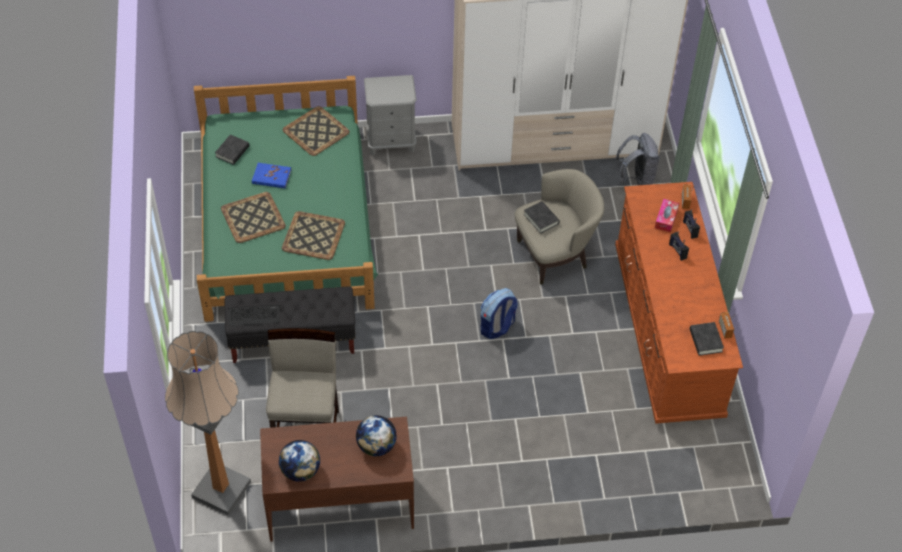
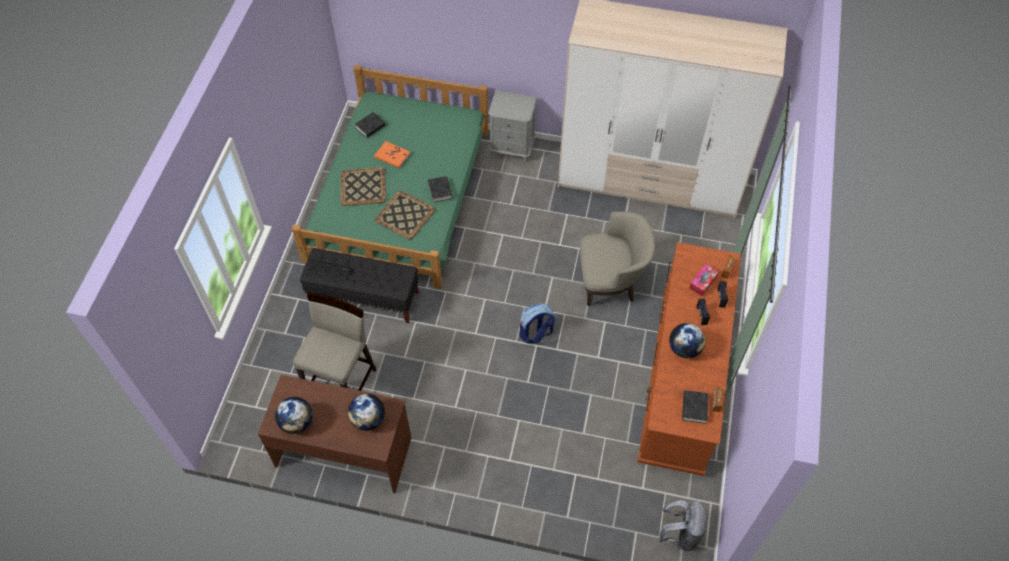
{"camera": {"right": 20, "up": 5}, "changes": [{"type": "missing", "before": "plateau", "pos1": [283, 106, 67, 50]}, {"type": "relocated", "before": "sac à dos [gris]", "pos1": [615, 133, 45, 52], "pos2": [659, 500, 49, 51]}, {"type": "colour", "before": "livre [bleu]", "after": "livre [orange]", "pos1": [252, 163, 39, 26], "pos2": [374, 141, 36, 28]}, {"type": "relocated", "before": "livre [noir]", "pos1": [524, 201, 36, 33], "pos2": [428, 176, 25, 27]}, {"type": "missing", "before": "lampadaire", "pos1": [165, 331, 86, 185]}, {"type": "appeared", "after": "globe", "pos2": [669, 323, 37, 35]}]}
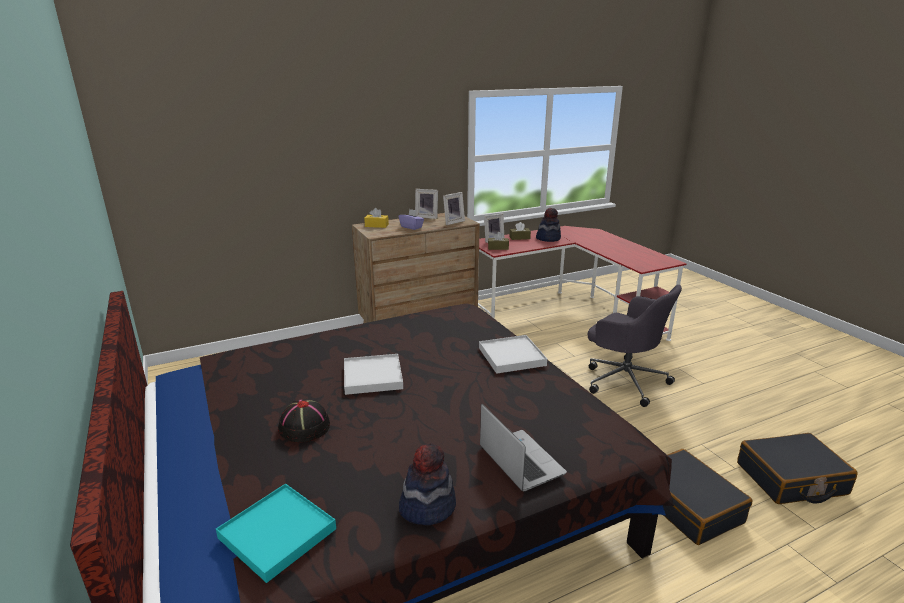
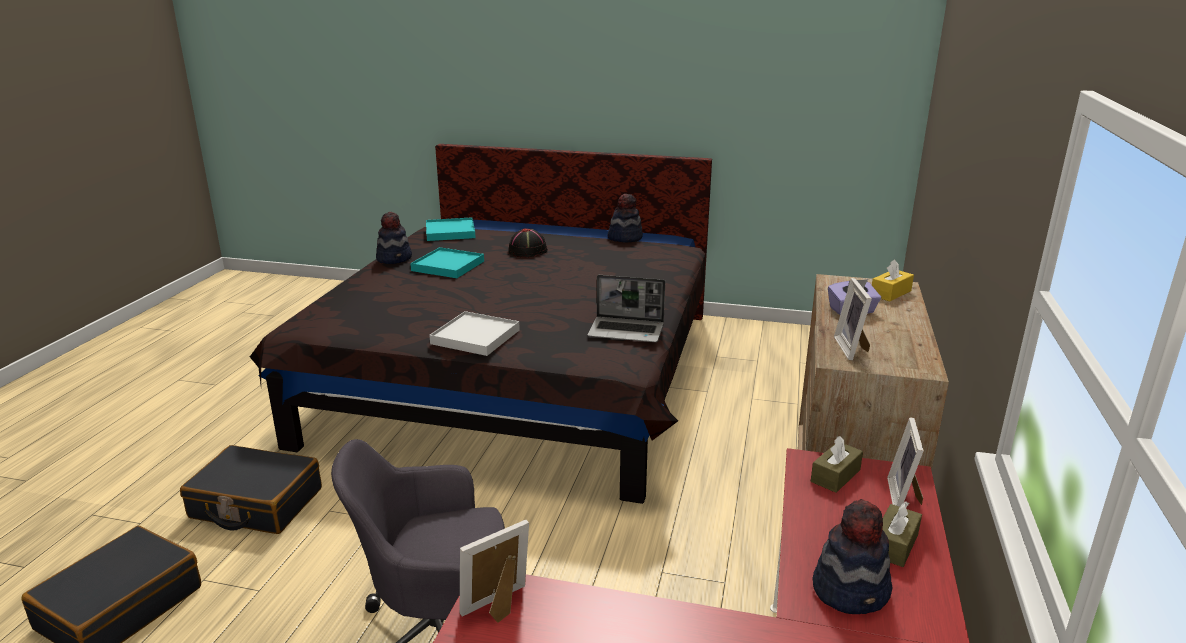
{"camera": {"right": 130, "up": 0}, "changes": [{"type": "relocated", "before": "cadre photo", "pos1": [415, 189, 23, 30], "pos2": [460, 520, 69, 103]}, {"type": "missing", "before": "plateau [blanc]", "pos1": [344, 354, 59, 41]}, {"type": "relocated", "before": "ordinateur portable", "pos1": [480, 404, 87, 87], "pos2": [587, 275, 78, 67]}, {"type": "appeared", "after": "chapeau", "pos2": [608, 194, 35, 49]}, {"type": "appeared", "after": "plateau [turquoise]", "pos2": [410, 247, 74, 31]}]}
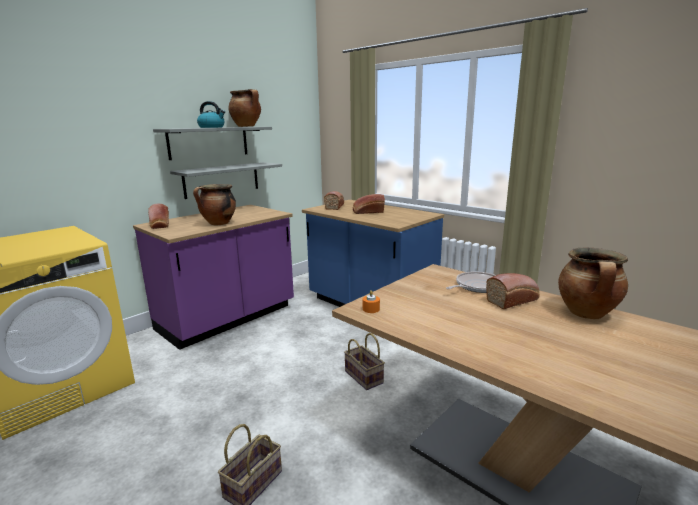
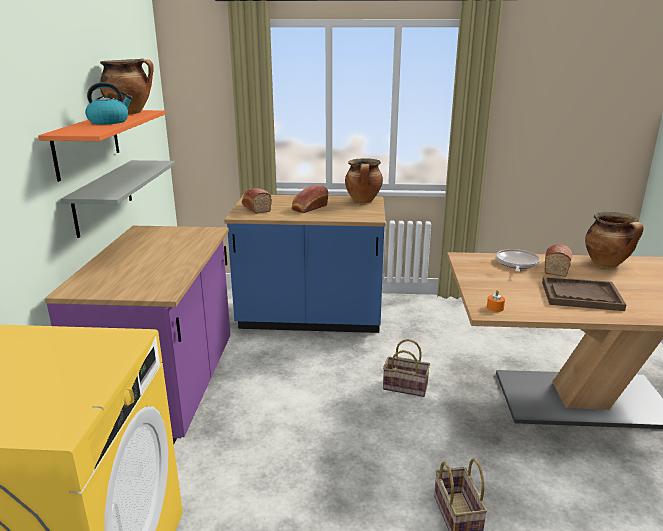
{"camera": {"right": -40, "up": 5}, "changes": [{"type": "colour", "before": "étagère [gris]", "after": "étagère [orange]", "pos1": [153, 127, 119, 33], "pos2": [38, 110, 127, 72]}, {"type": "relocated", "before": "marmite", "pos1": [193, 184, 43, 42], "pos2": [345, 158, 38, 45]}, {"type": "missing", "before": "pain", "pos1": [148, 204, 21, 25]}, {"type": "appeared", "after": "plateau [marron]", "pos2": [542, 276, 84, 35]}]}
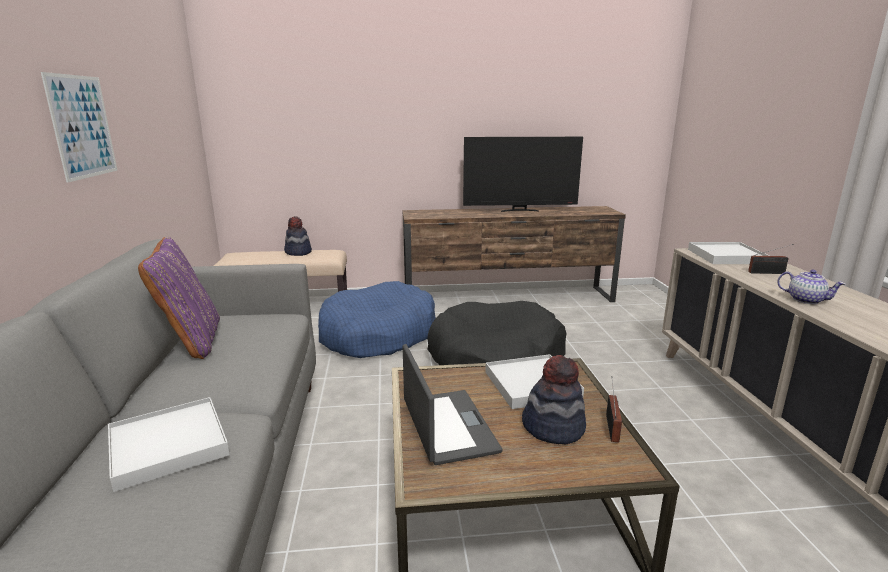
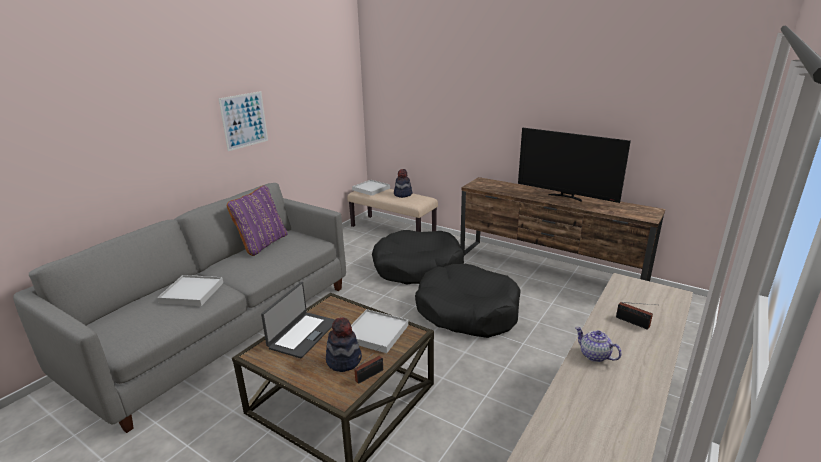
{"camera": {"right": 40, "up": 5}, "changes": [{"type": "relocated", "before": "plateau [blanc]", "pos1": [688, 242, 81, 22], "pos2": [352, 180, 38, 16]}, {"type": "spun", "before": "théière", "pos1": [777, 270, 68, 34], "pos2": [575, 327, 47, 35], "turn": 150}, {"type": "colour", "before": "panier pour chien [bleu]", "after": "panier pour chien [noir]", "pos1": [318, 281, 118, 77], "pos2": [372, 230, 92, 54]}]}
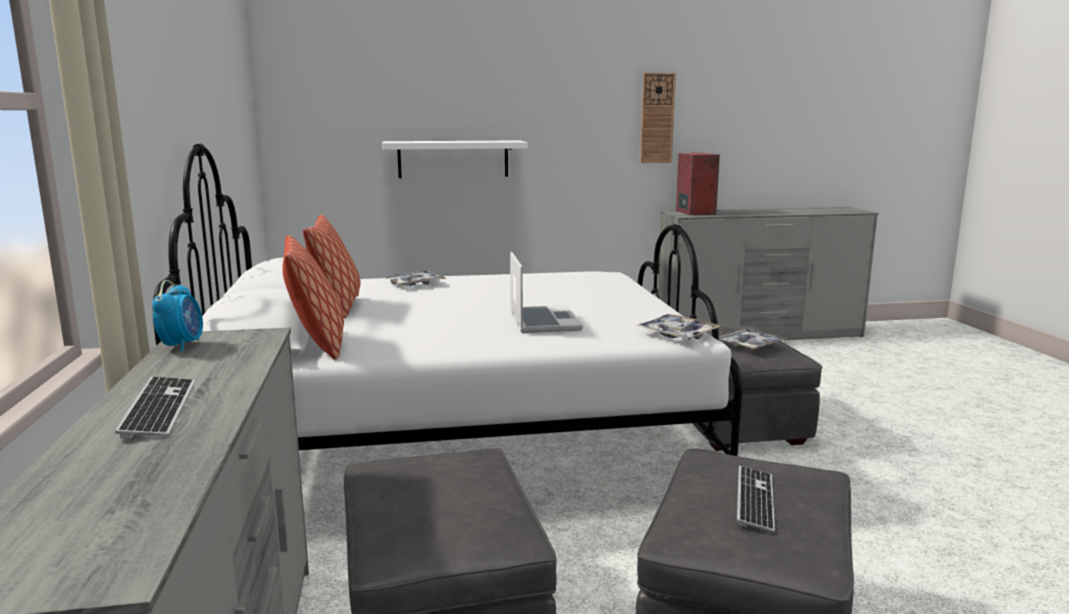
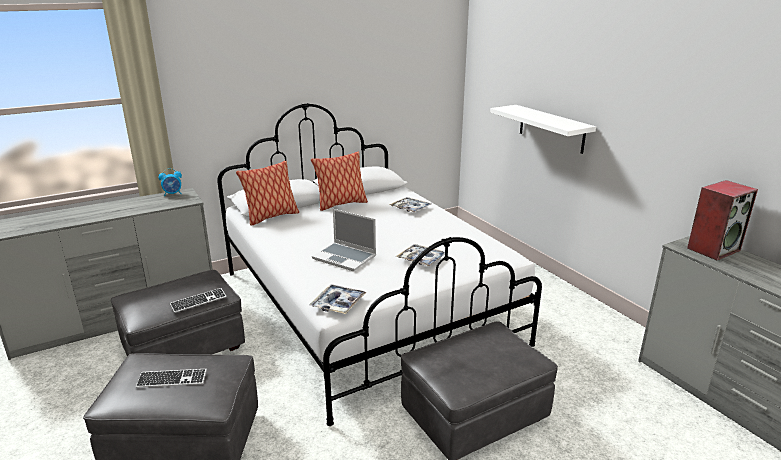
{"camera": {"right": 70, "up": 10}, "changes": [{"type": "missing", "before": "horloge murale", "pos1": [640, 73, 36, 90]}, {"type": "spun", "before": "ordinateur portable", "pos1": [510, 252, 73, 81], "pos2": [312, 209, 64, 62], "turn": 60}, {"type": "relocated", "before": "plateau", "pos1": [719, 329, 69, 21], "pos2": [396, 244, 49, 23]}, {"type": "relocated", "before": "clavier", "pos1": [115, 377, 80, 62], "pos2": [170, 288, 57, 25]}]}
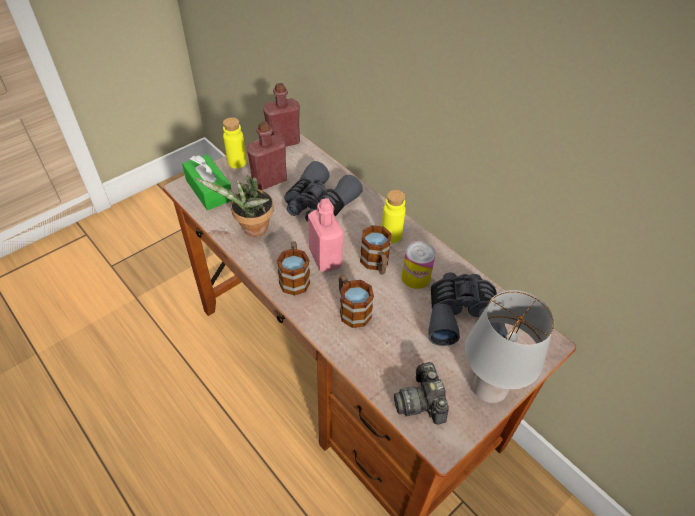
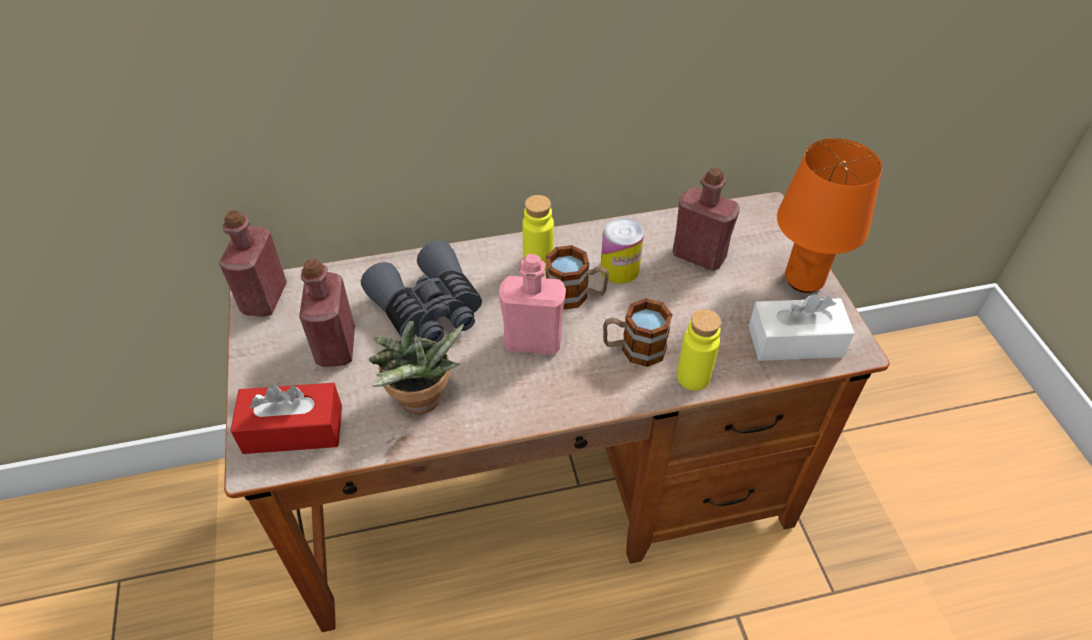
{"camera": {"right": -60, "up": 0}, "changes": [{"type": "relocated", "before": "bouteille [jaune]", "pos1": [223, 117, 24, 51], "pos2": [677, 309, 44, 82]}, {"type": "colour", "before": "boîte à mouchoirs [vert]", "after": "boîte à mouchoirs [rouge]", "pos1": [182, 154, 50, 57], "pos2": [231, 383, 111, 71]}, {"type": "missing", "before": "mug", "pos1": [277, 241, 33, 55]}, {"type": "exchanged", "before": "jumelles [gris]", "after": "bouteille [rouge]", "pos1": [428, 272, 80, 74], "pos2": [673, 168, 66, 103]}, {"type": "colour", "before": "lampe de table [gris]", "after": "lampe de table [orange]", "pos1": [465, 290, 89, 113], "pos2": [777, 138, 106, 155]}, {"type": "exchanged", "before": "appareil photo", "after": "boîte à mouchoirs [blanc]", "pos1": [394, 362, 55, 63], "pos2": [749, 294, 105, 67]}]}
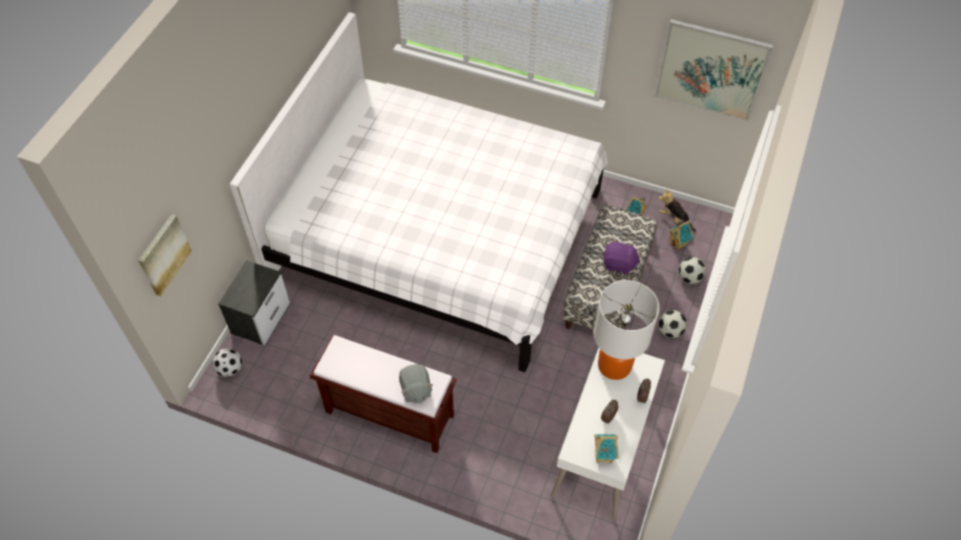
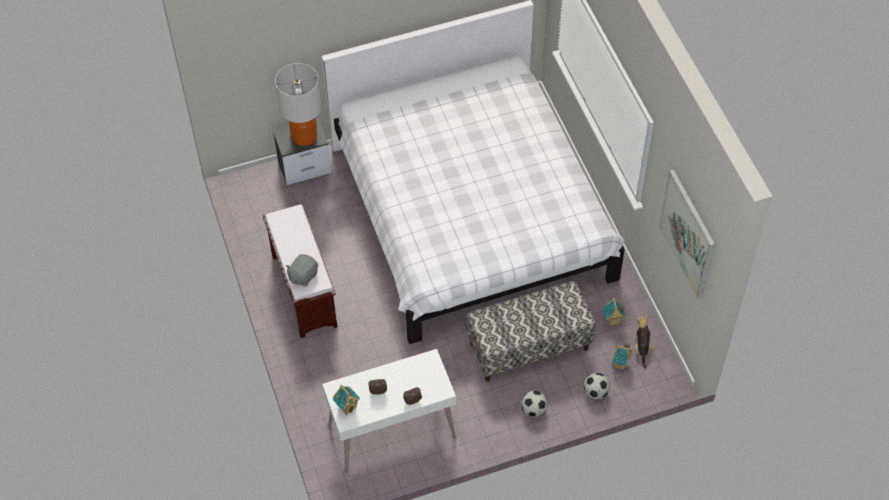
{"camera": {"right": 50, "up": 0}, "changes": [{"type": "missing", "before": "tableau", "pos1": [138, 214, 54, 82]}, {"type": "missing", "before": "peluche [violet]", "pos1": [603, 242, 38, 32]}, {"type": "relocated", "before": "lampe de table", "pos1": [593, 280, 66, 100], "pos2": [275, 63, 47, 83]}, {"type": "missing", "before": "ballon de foot", "pos1": [212, 348, 30, 29]}]}
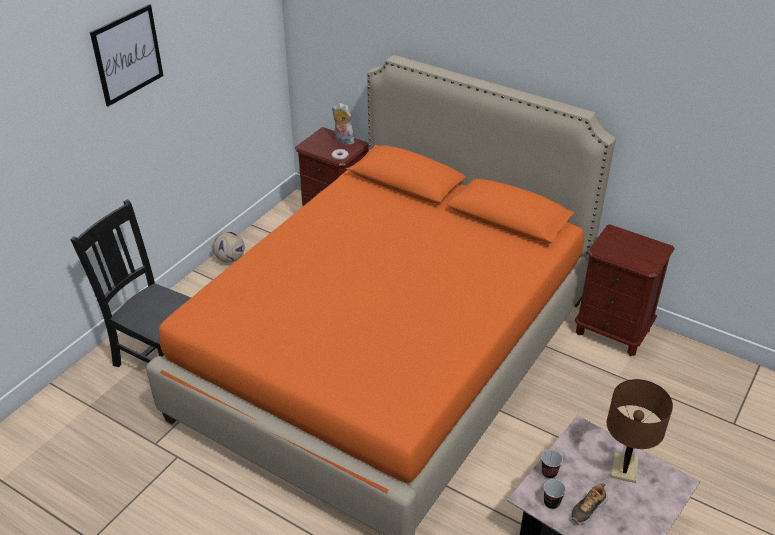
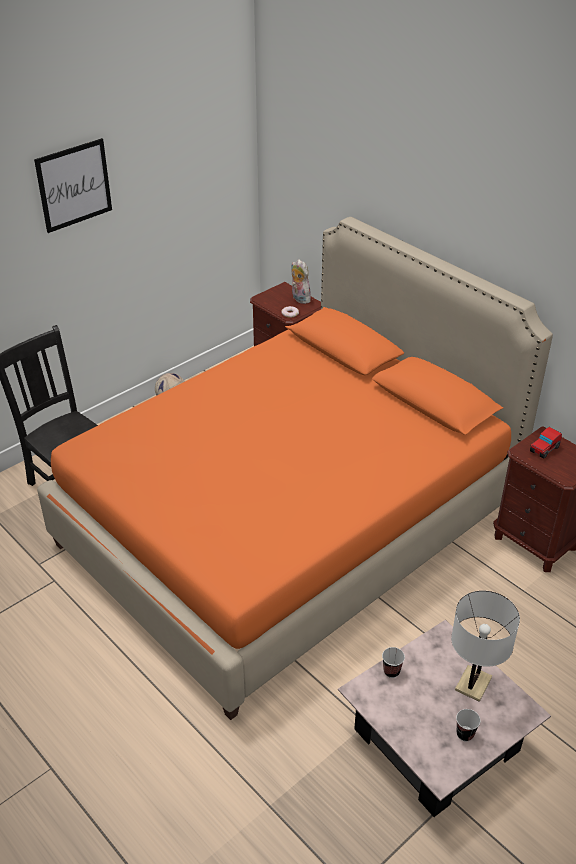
{"camera": {"right": 15, "up": 0}, "changes": [{"type": "colour", "before": "lampe de table [marron]", "after": "lampe de table [blanc]", "pos1": [607, 379, 66, 104], "pos2": [451, 591, 69, 111]}, {"type": "relocated", "before": "tasse", "pos1": [544, 479, 22, 30], "pos2": [456, 709, 25, 32]}, {"type": "missing", "before": "chaussure", "pos1": [571, 484, 37, 40]}, {"type": "appeared", "after": "petite voiture", "pos2": [530, 427, 32, 32]}]}
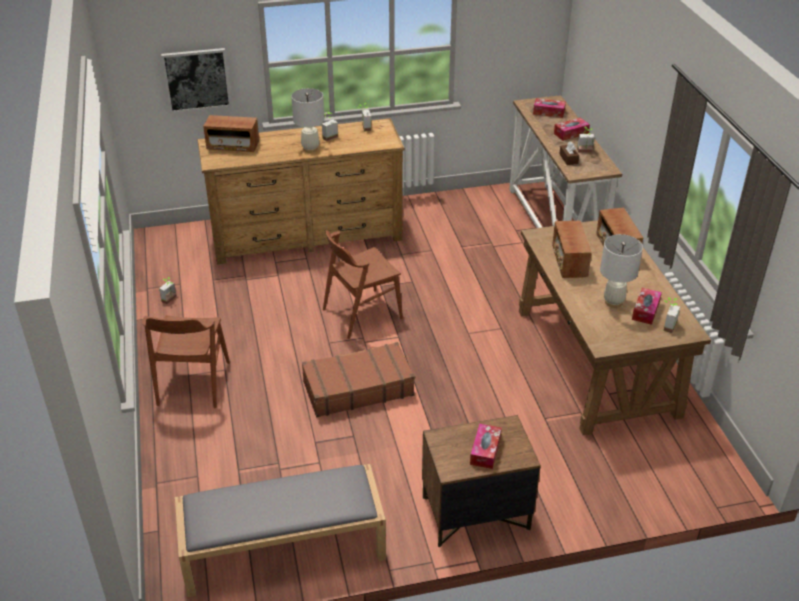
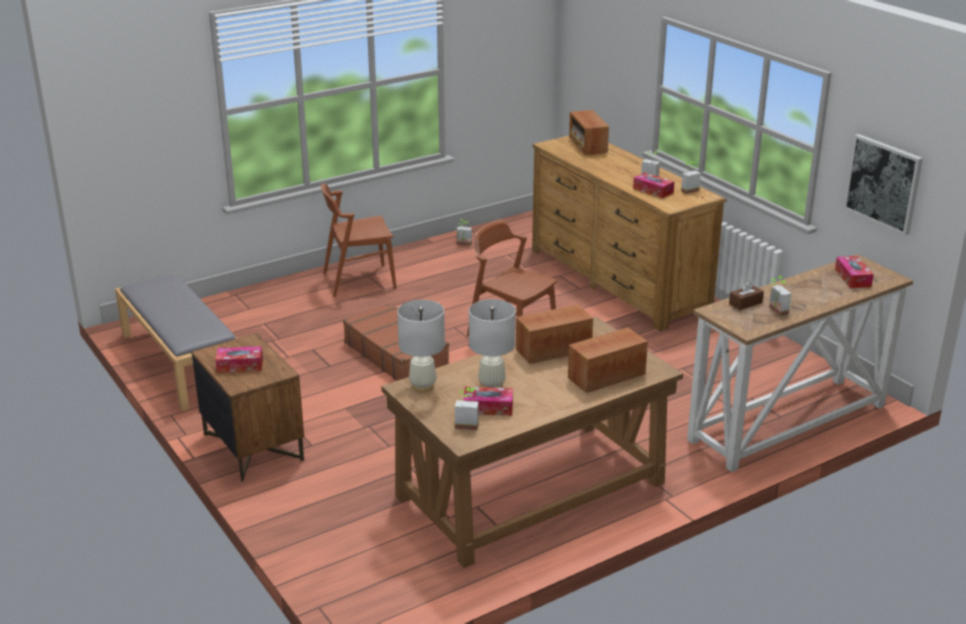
{"camera": {"right": 70, "up": -10}, "changes": [{"type": "relocated", "before": "tableau", "pos1": [161, 48, 70, 65], "pos2": [844, 134, 79, 101]}, {"type": "relocated", "before": "lampe de table [blanc]", "pos1": [291, 88, 33, 65], "pos2": [397, 300, 48, 92]}, {"type": "relocated", "before": "boîte à mouchoirs", "pos1": [554, 118, 36, 23], "pos2": [633, 172, 41, 26]}]}
